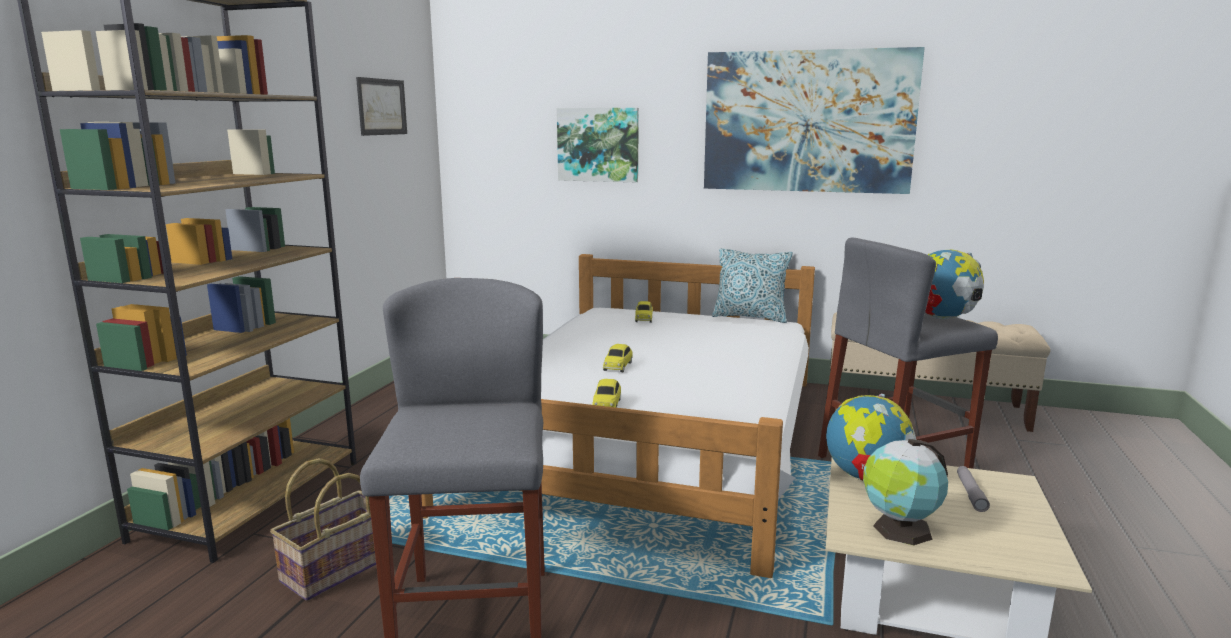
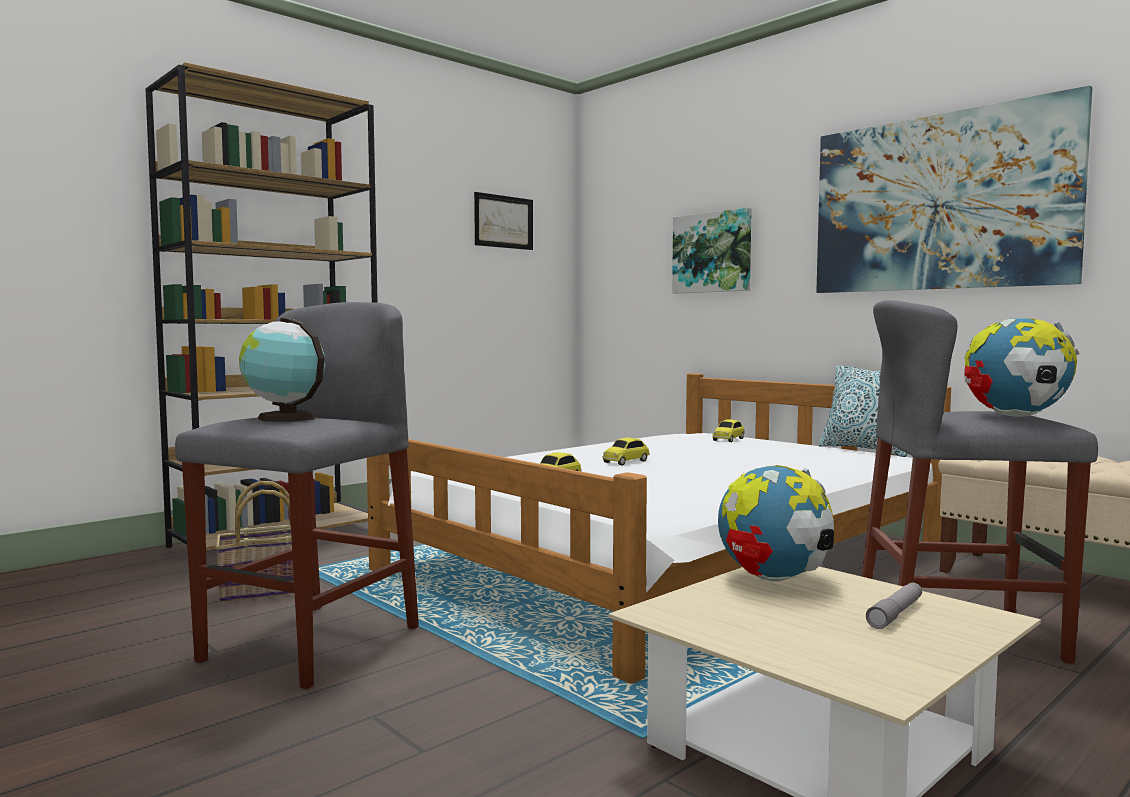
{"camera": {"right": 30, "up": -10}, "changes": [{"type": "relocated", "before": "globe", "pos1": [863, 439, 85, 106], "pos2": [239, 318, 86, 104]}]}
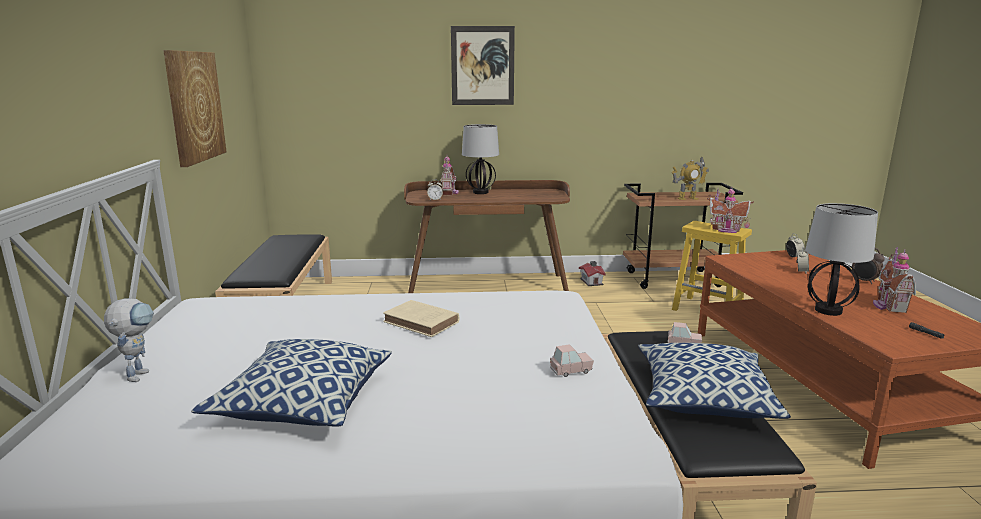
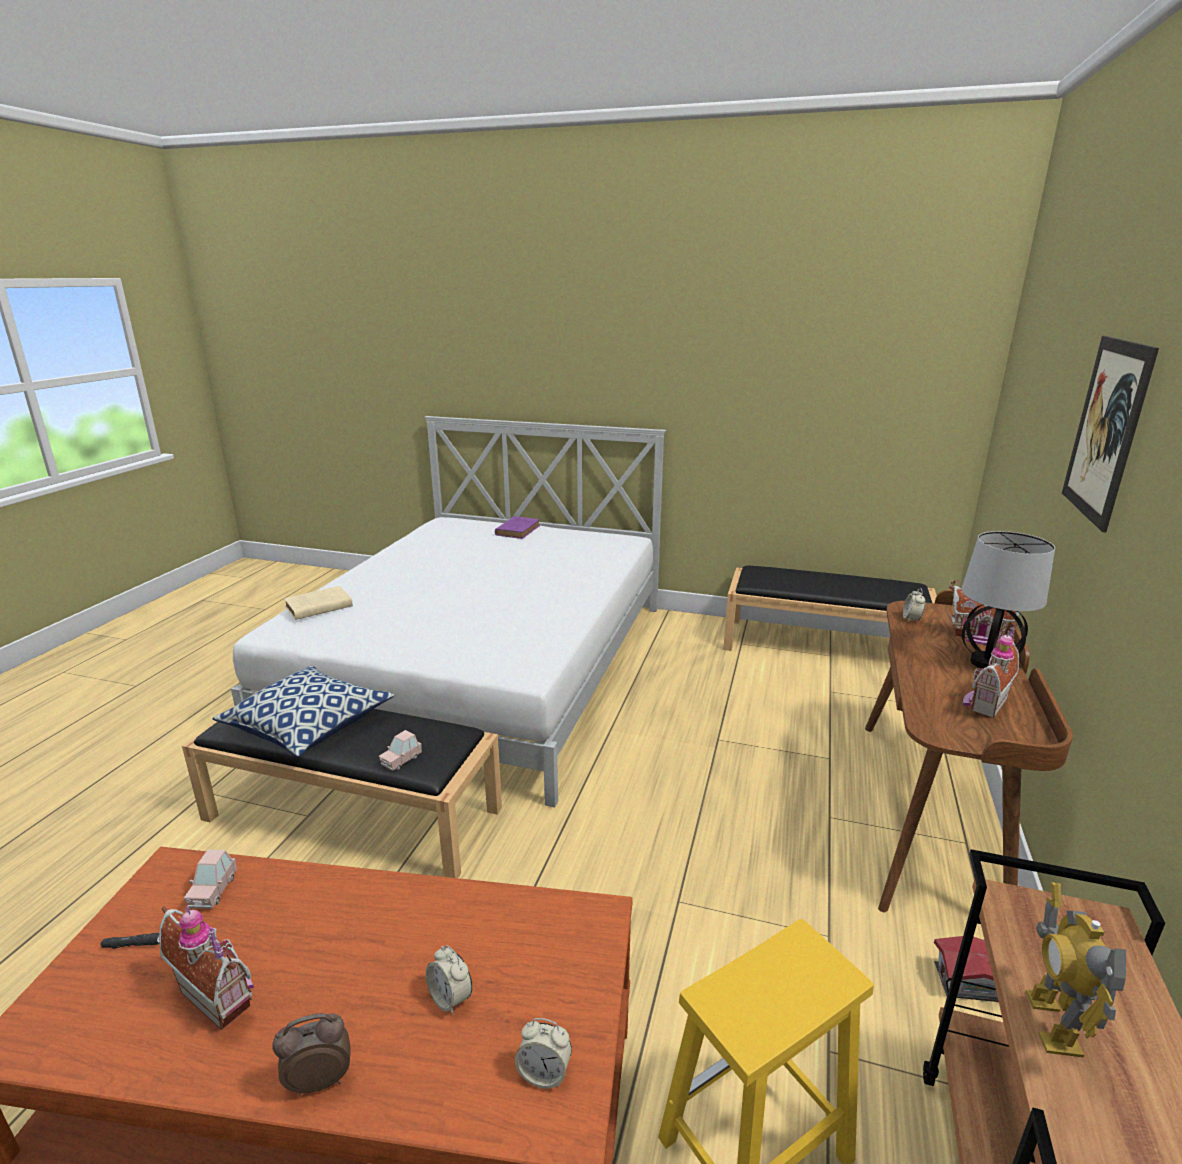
{"camera": {"right": 110, "up": 5}, "changes": [{"type": "missing", "before": "tableau", "pos1": [163, 50, 63, 117]}, {"type": "relocated", "before": "maison miniature", "pos1": [707, 187, 47, 46], "pos2": [963, 626, 56, 93]}, {"type": "missing", "before": "lampe de table", "pos1": [805, 203, 73, 113]}, {"type": "exchanged", "before": "robot jouet", "after": "livre [violet]", "pos1": [104, 298, 50, 84], "pos2": [495, 516, 45, 23]}, {"type": "relocated", "before": "livre [beige]", "pos1": [383, 300, 76, 37], "pos2": [284, 586, 69, 34]}, {"type": "missing", "before": "coussin", "pos1": [191, 339, 201, 88]}, {"type": "relocated", "before": "petite voiture [rose]", "pos1": [550, 344, 44, 33], "pos2": [184, 850, 53, 59]}]}
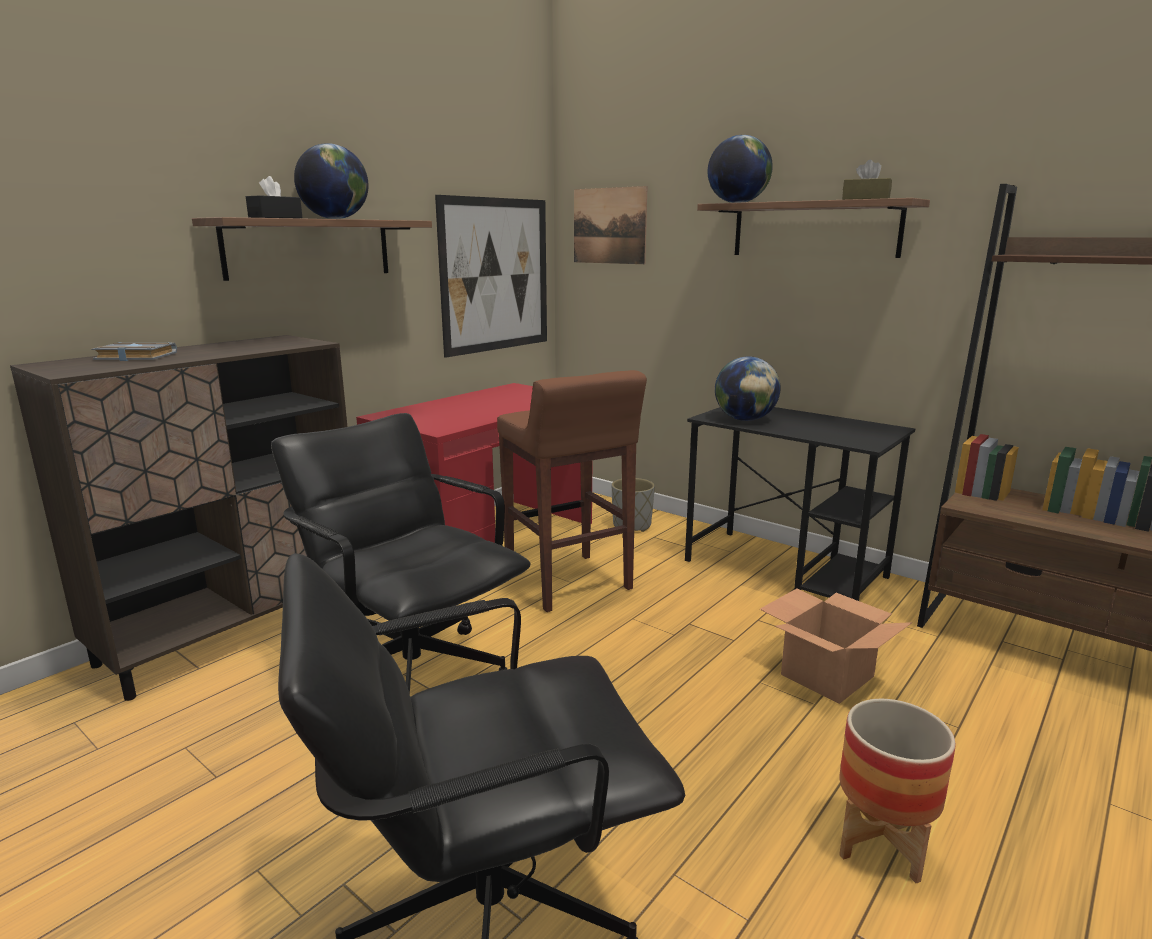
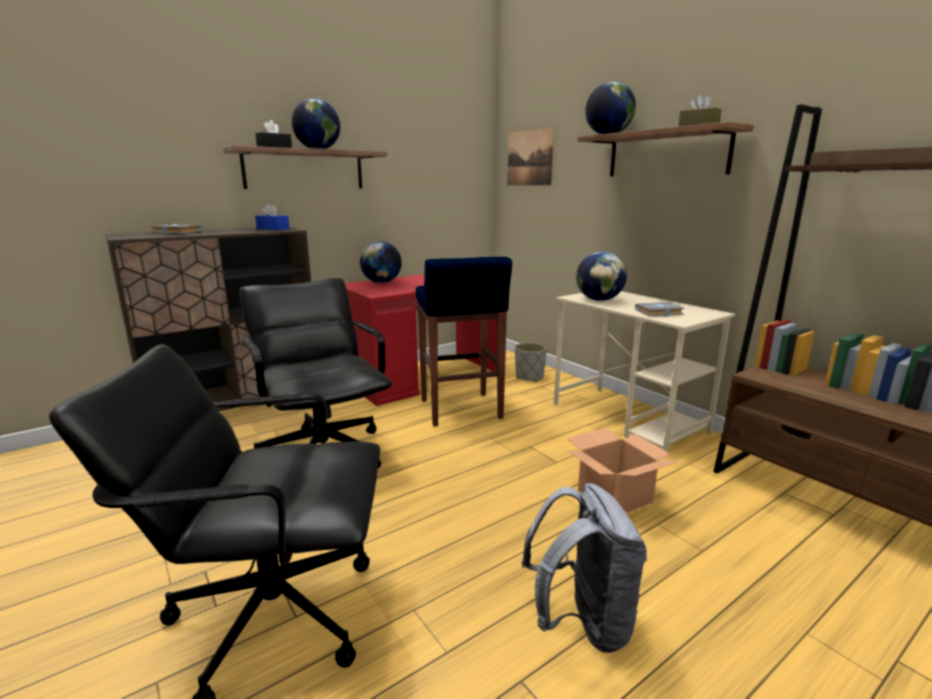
{"camera": {"right": 15, "up": 0}, "changes": [{"type": "missing", "before": "tableau", "pos1": [435, 195, 112, 163]}, {"type": "colour", "before": "tabouret [marron]", "after": "tabouret [bleu]", "pos1": [497, 370, 150, 242], "pos2": [416, 257, 96, 169]}, {"type": "colour", "before": "bureau [noir]", "after": "bureau [beige]", "pos1": [685, 407, 230, 194], "pos2": [554, 291, 181, 162]}, {"type": "exchanged", "before": "cache-pot", "after": "sac à dos [gris]", "pos1": [839, 699, 117, 184], "pos2": [521, 483, 126, 170]}, {"type": "appeared", "after": "boîte à mouchoirs [bleu]", "pos2": [255, 203, 35, 27]}, {"type": "appeared", "after": "globe", "pos2": [360, 241, 42, 42]}, {"type": "appeared", "after": "livre [gris]", "pos2": [635, 302, 50, 14]}]}
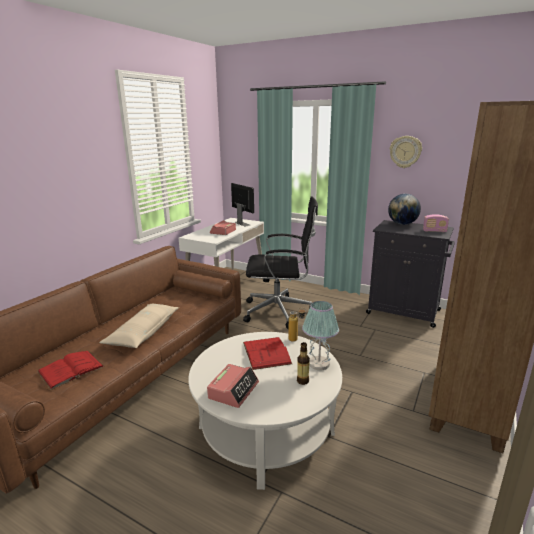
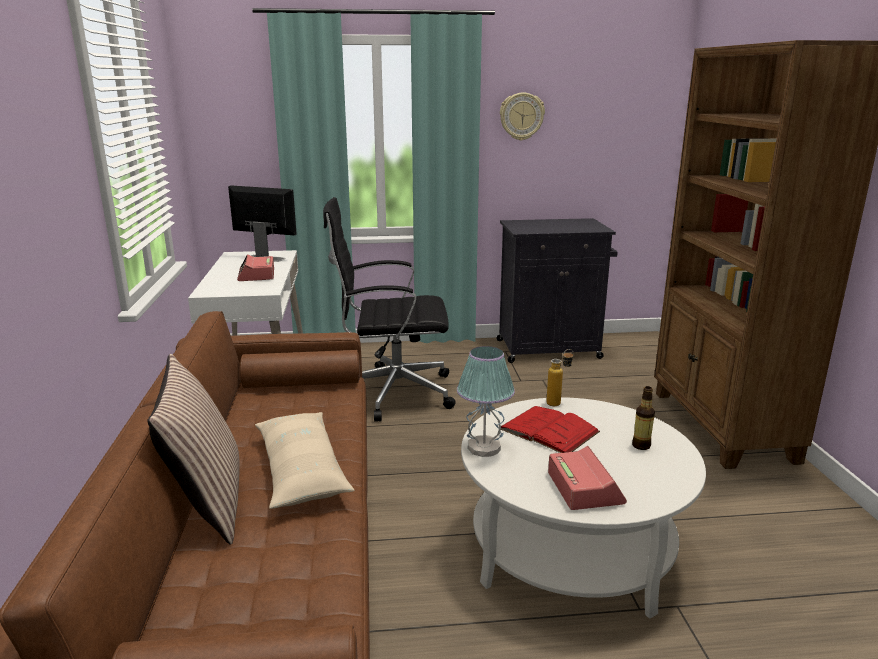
{"camera": {"right": -35, "up": 0}, "changes": [{"type": "missing", "before": "globe", "pos1": [388, 194, 33, 31]}, {"type": "spun", "before": "chaise de bureau [noir]", "pos1": [243, 196, 75, 133], "pos2": [323, 197, 133, 225], "turn": -150}, {"type": "missing", "before": "radio", "pos1": [423, 214, 26, 18]}, {"type": "relocated", "before": "lampe de table", "pos1": [302, 301, 37, 69], "pos2": [457, 346, 58, 111]}, {"type": "missing", "before": "livre [rouge]", "pos1": [37, 351, 68, 39]}, {"type": "appeared", "after": "coussin", "pos2": [147, 354, 93, 191]}]}
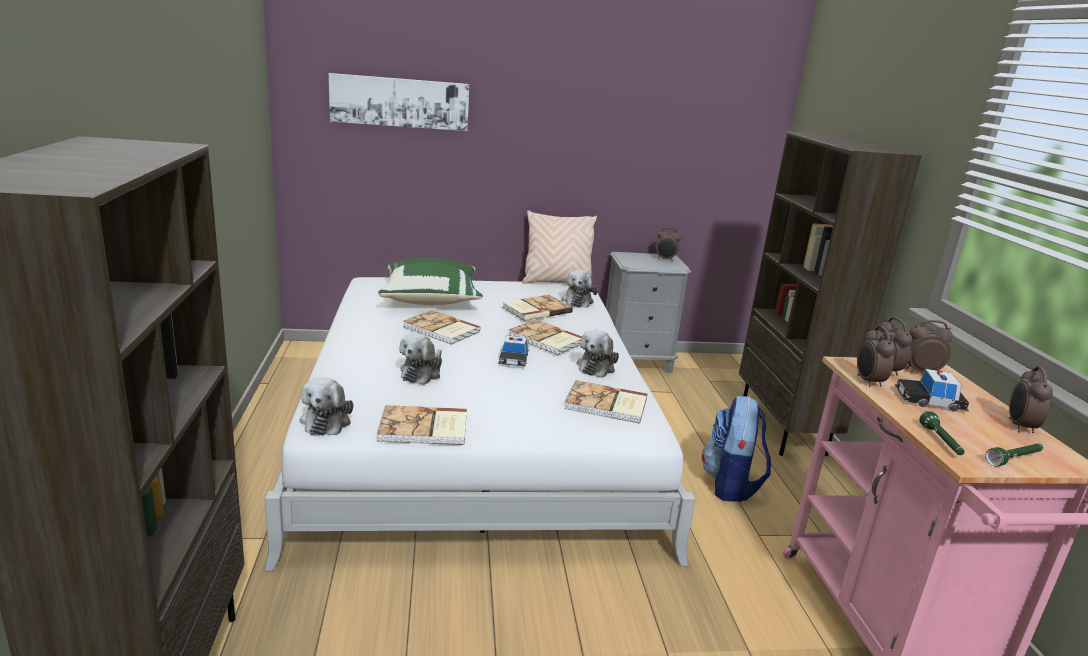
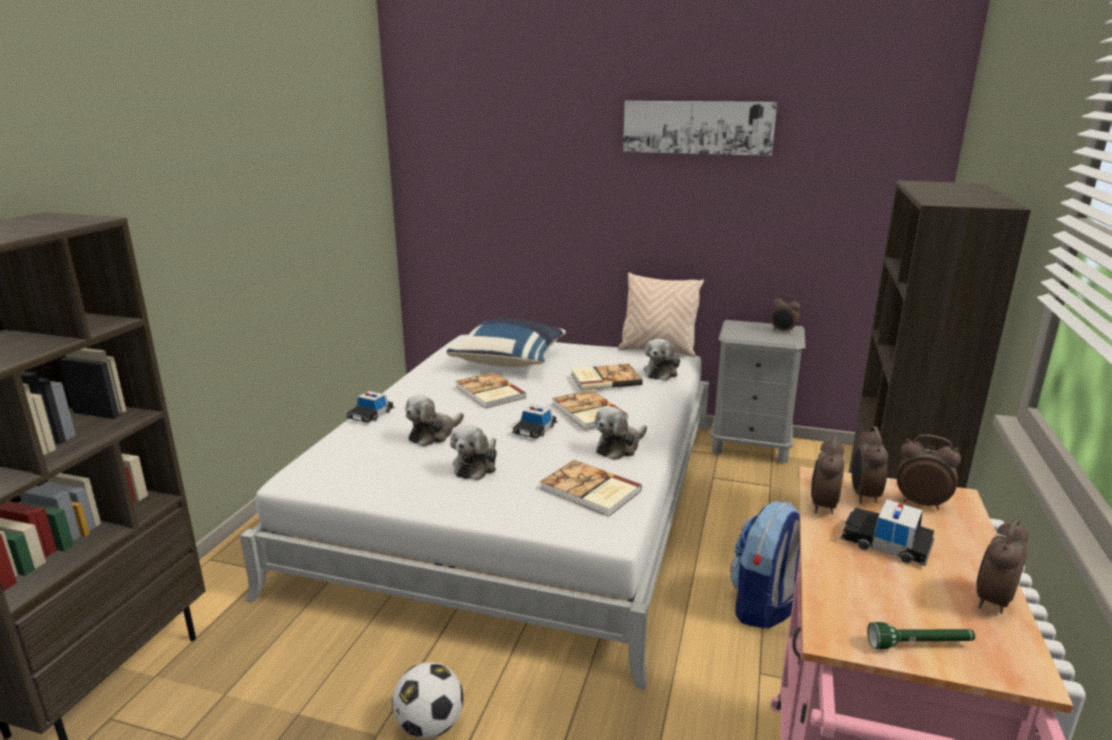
{"camera": {"right": 25, "up": 0}, "changes": [{"type": "relocated", "before": "tableau", "pos1": [329, 73, 140, 58], "pos2": [623, 101, 154, 55]}, {"type": "colour", "before": "coussin [vert]", "after": "coussin [bleu]", "pos1": [378, 257, 105, 48], "pos2": [446, 318, 120, 49]}, {"type": "relocated", "before": "peluche", "pos1": [300, 377, 53, 58], "pos2": [450, 425, 47, 55]}, {"type": "missing", "before": "livre", "pos1": [377, 405, 90, 40]}, {"type": "missing", "before": "lampe de poche [vert]", "pos1": [919, 411, 46, 44]}, {"type": "appeared", "after": "petite voiture", "pos2": [346, 391, 49, 32]}, {"type": "appeared", "after": "ballon de foot", "pos2": [392, 662, 71, 76]}]}
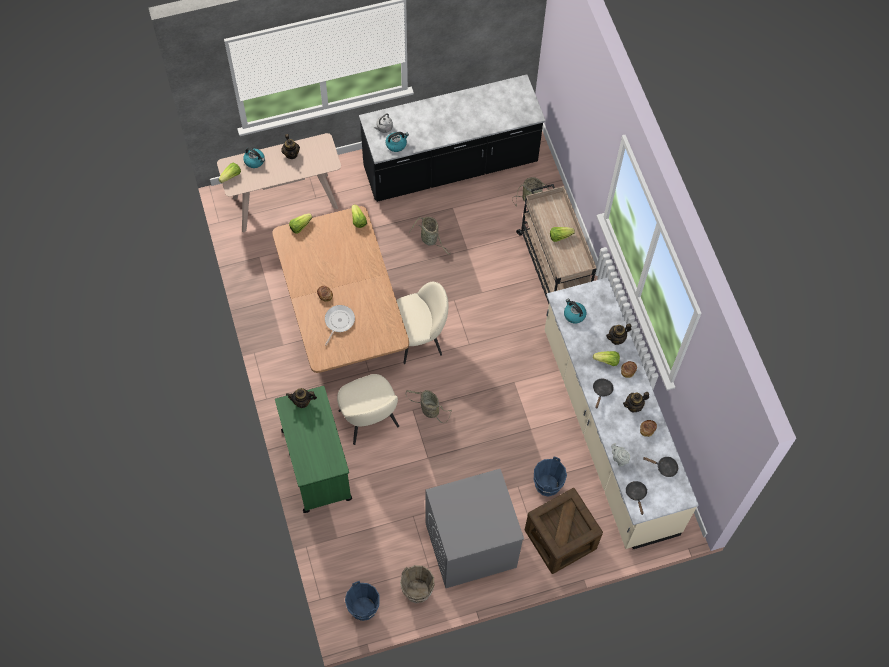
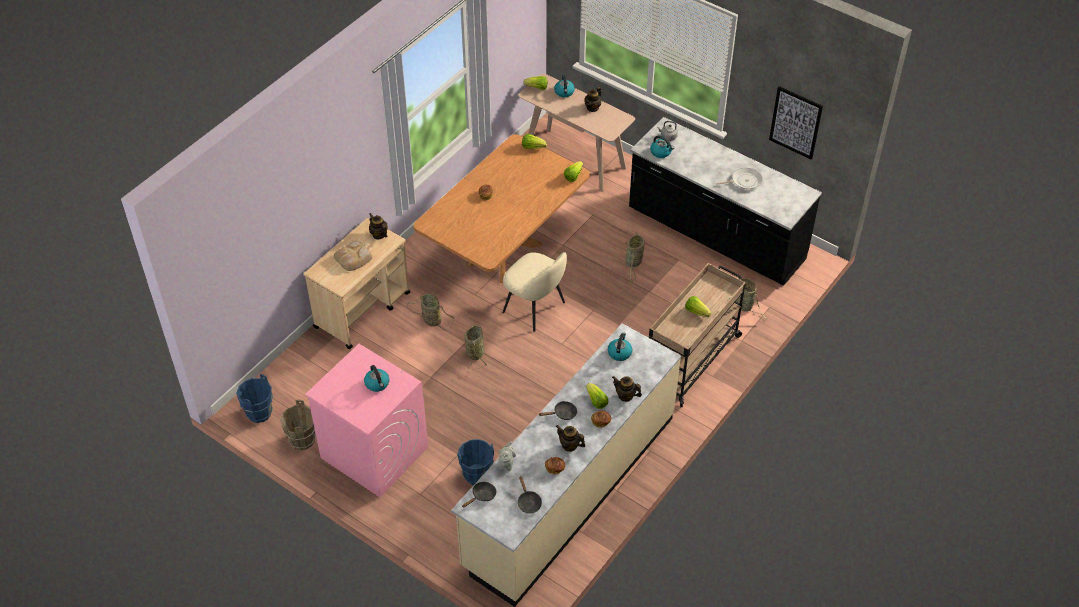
{"camera": {"right": 55, "up": -15}, "changes": [{"type": "relocated", "before": "poêle", "pos1": [325, 305, 30, 41], "pos2": [716, 168, 46, 21]}, {"type": "exchanged", "before": "chaise [beige]", "after": "panier", "pos1": [337, 374, 62, 71], "pos2": [407, 294, 47, 36]}, {"type": "colour", "before": "chariot [vert]", "after": "chariot [beige]", "pos1": [275, 386, 77, 127], "pos2": [304, 218, 106, 131]}, {"type": "colour", "before": "lave-linge [gris]", "after": "lave-linge [rose]", "pos1": [425, 469, 99, 119], "pos2": [305, 344, 123, 153]}, {"type": "missing", "before": "caisse", "pos1": [525, 488, 78, 86]}, {"type": "appeared", "after": "tableau", "pos2": [769, 86, 54, 74]}, {"type": "appeared", "after": "pain", "pos2": [334, 241, 38, 30]}, {"type": "appeared", "after": "bouilloire", "pos2": [364, 365, 25, 27]}]}
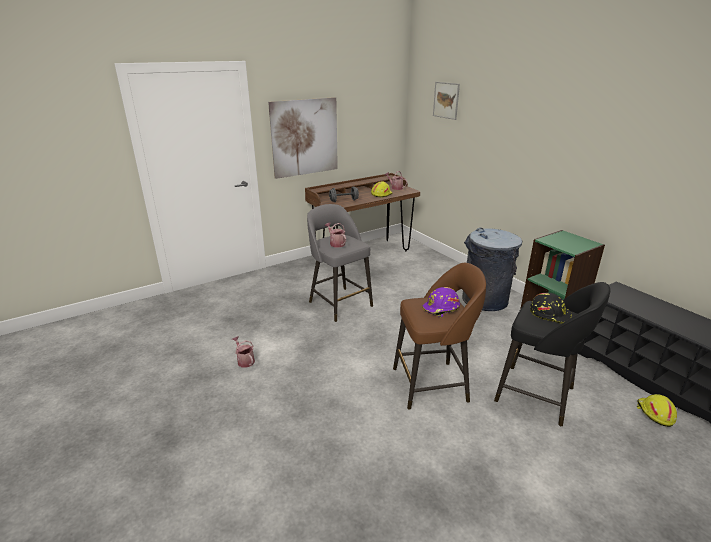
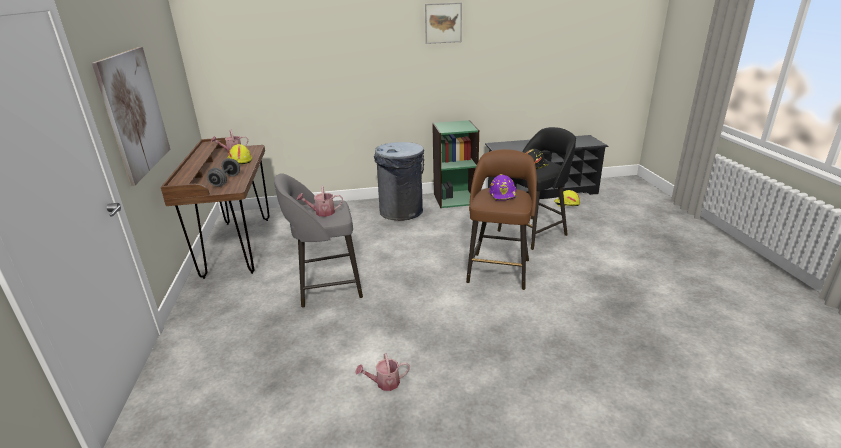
{"camera": {"right": -65, "up": 0}, "changes": [{"type": "relocated", "before": "tableau", "pos1": [433, 82, 27, 38], "pos2": [425, 2, 37, 42]}]}
